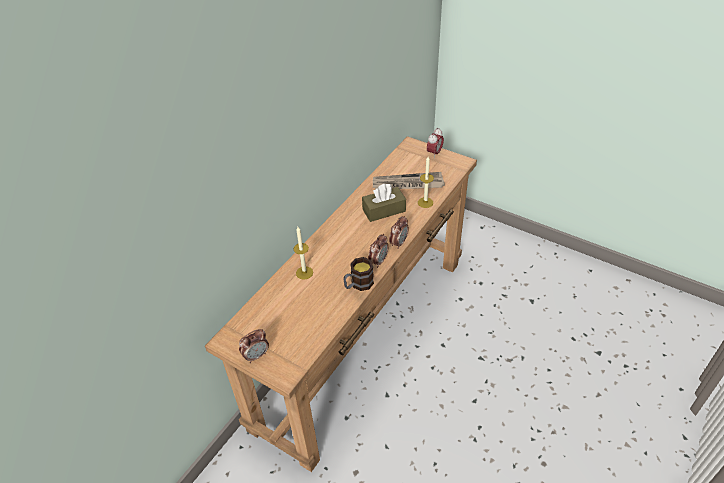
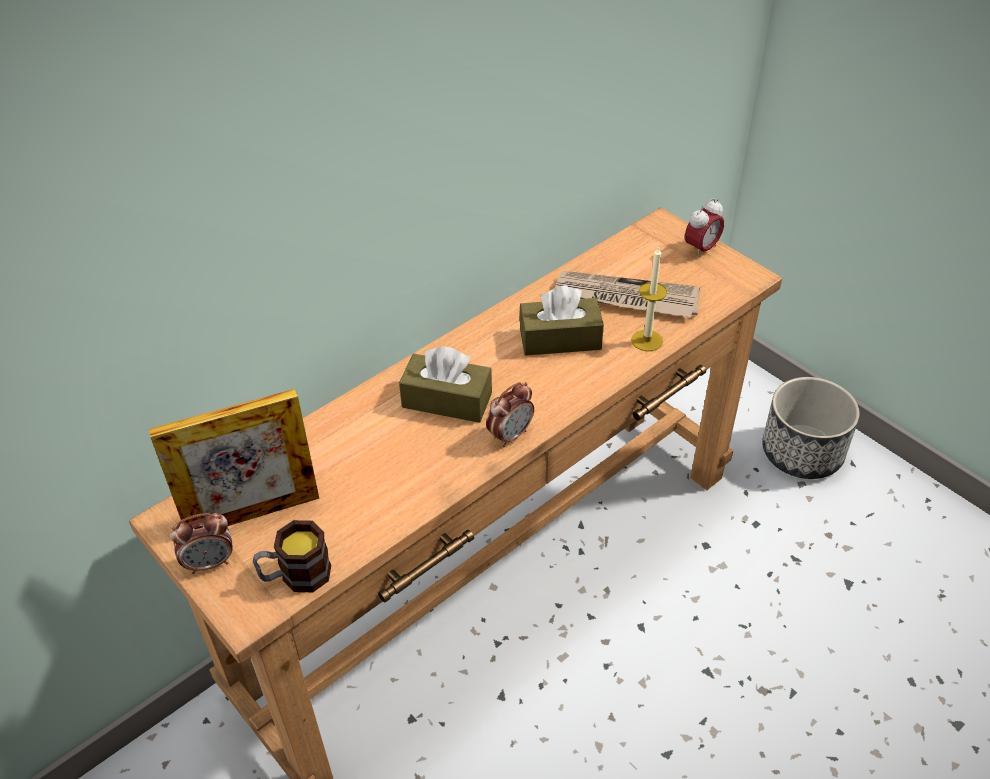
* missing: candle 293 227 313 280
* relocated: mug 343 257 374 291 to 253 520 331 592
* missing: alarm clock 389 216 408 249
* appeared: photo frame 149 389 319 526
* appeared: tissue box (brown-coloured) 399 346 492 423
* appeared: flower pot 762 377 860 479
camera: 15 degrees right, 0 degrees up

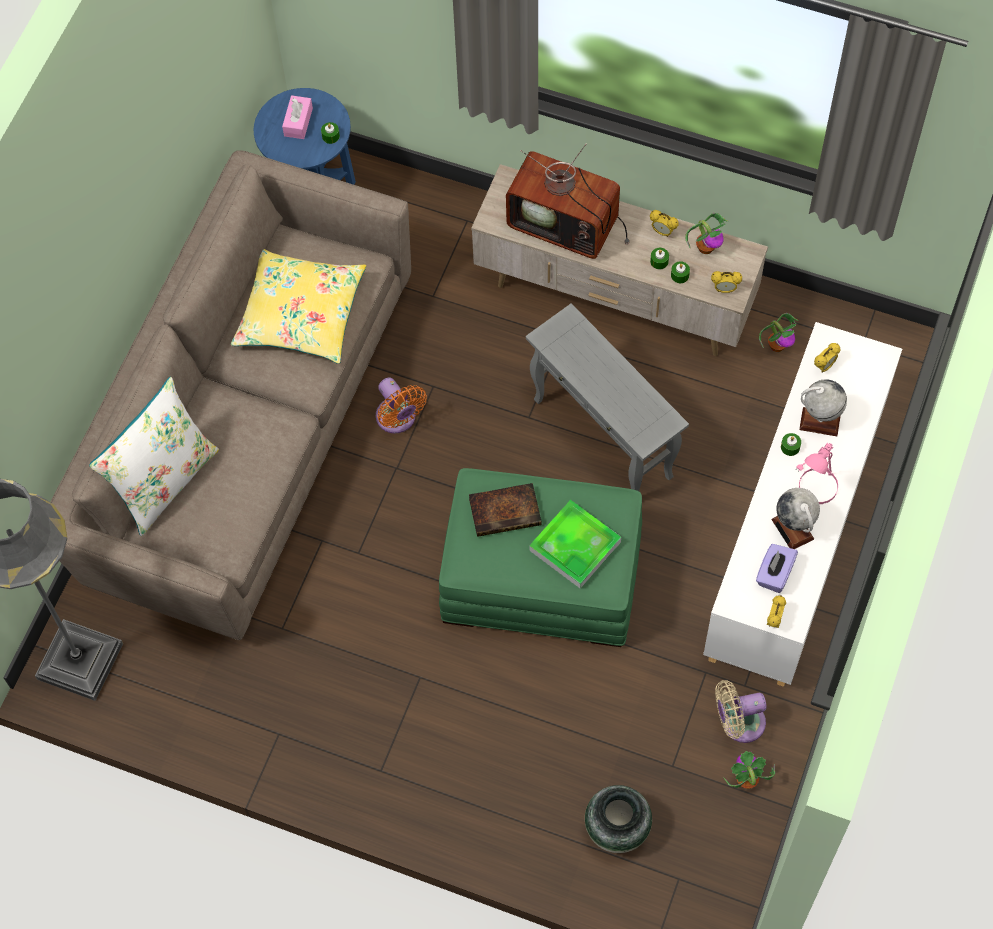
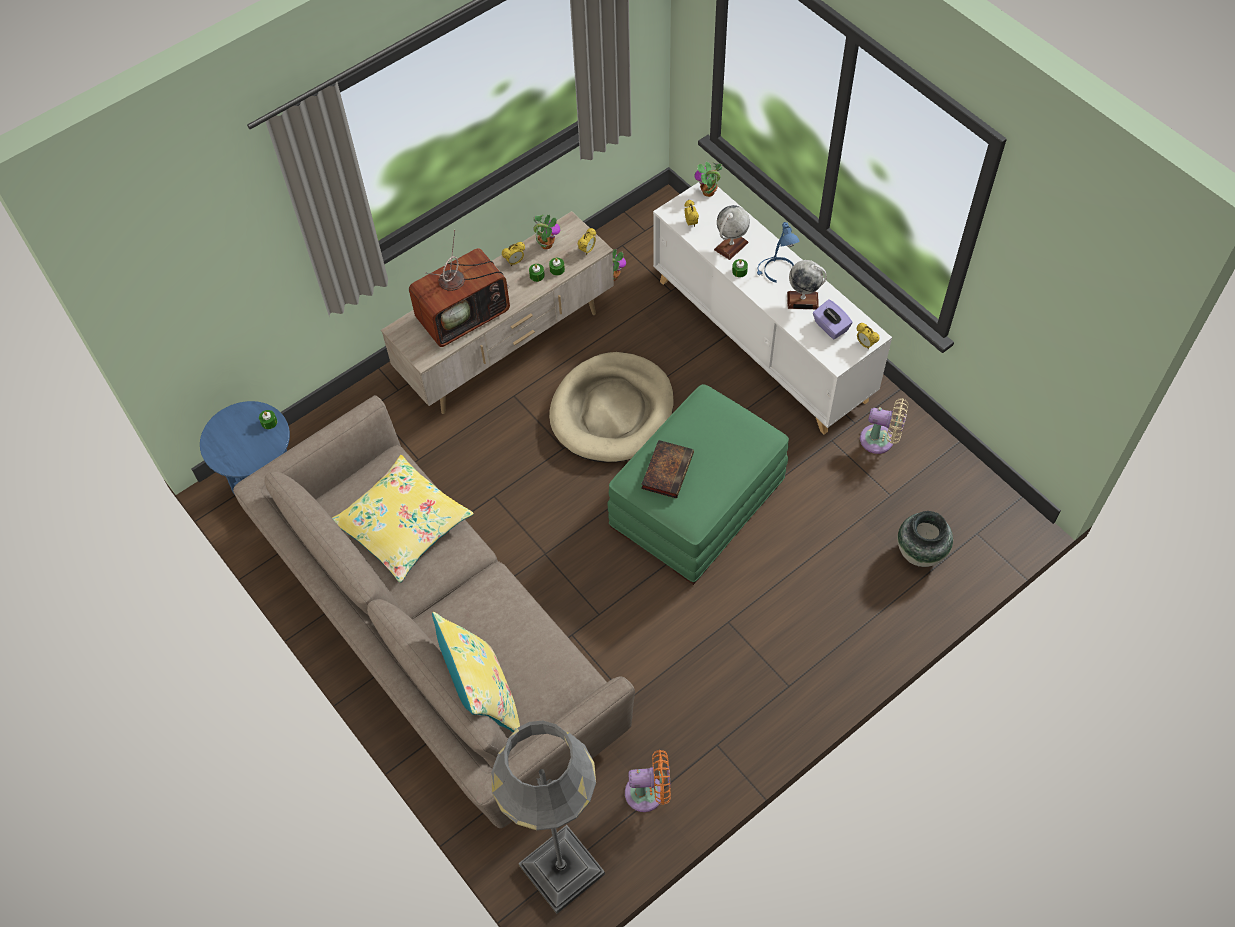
* colour: cushion (white-coloured) 89 377 219 536 to cushion (yellowish) 432 612 520 732
* missing: tissue box (pinkish) 282 95 313 139
* relocated: fan (orangey) 376 378 427 434 to 625 750 671 812
* exchanged: accent table (gray) 526 303 689 491 to dog bed (sand-coloured) 549 352 674 462
* missing: carrying tray 529 500 621 589
* spun: fan (sand-coloured) 715 680 767 743 = 860 398 908 454 90 degrees counterclockwise
* relocated: houseplant 723 751 775 789 to 694 161 722 197
* colour: tabletop lamp (pinkish) 796 443 838 504 to tabletop lamp (blue-coloured) 757 222 800 283
camera: 60 degrees left, 5 degrees down

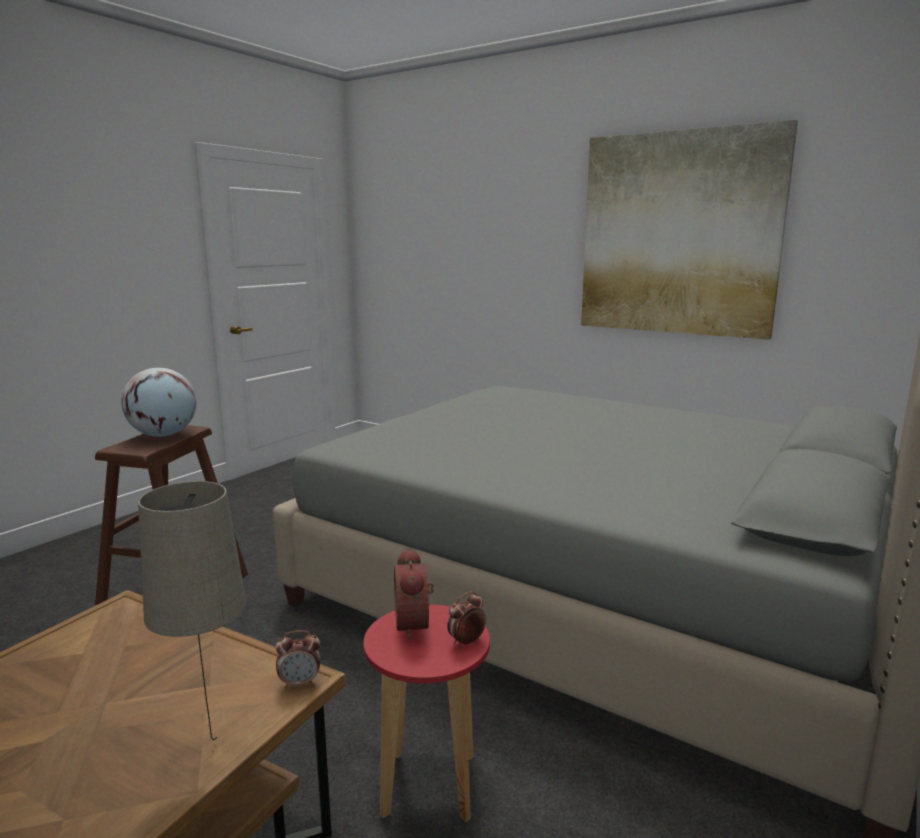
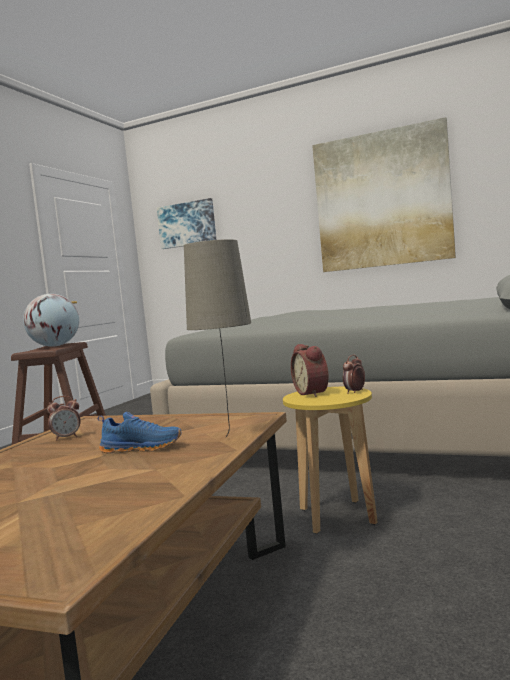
* relocated: alarm clock 276 630 320 689 to 47 396 81 440
* colour: stool (red) 363 605 490 822 to stool (yellowish) 283 387 378 534
* appeared: item of footwear (blue-coloured) 98 412 182 454
* appeared: picture 157 198 217 249
camera: 10 degrees left, 10 degrees down

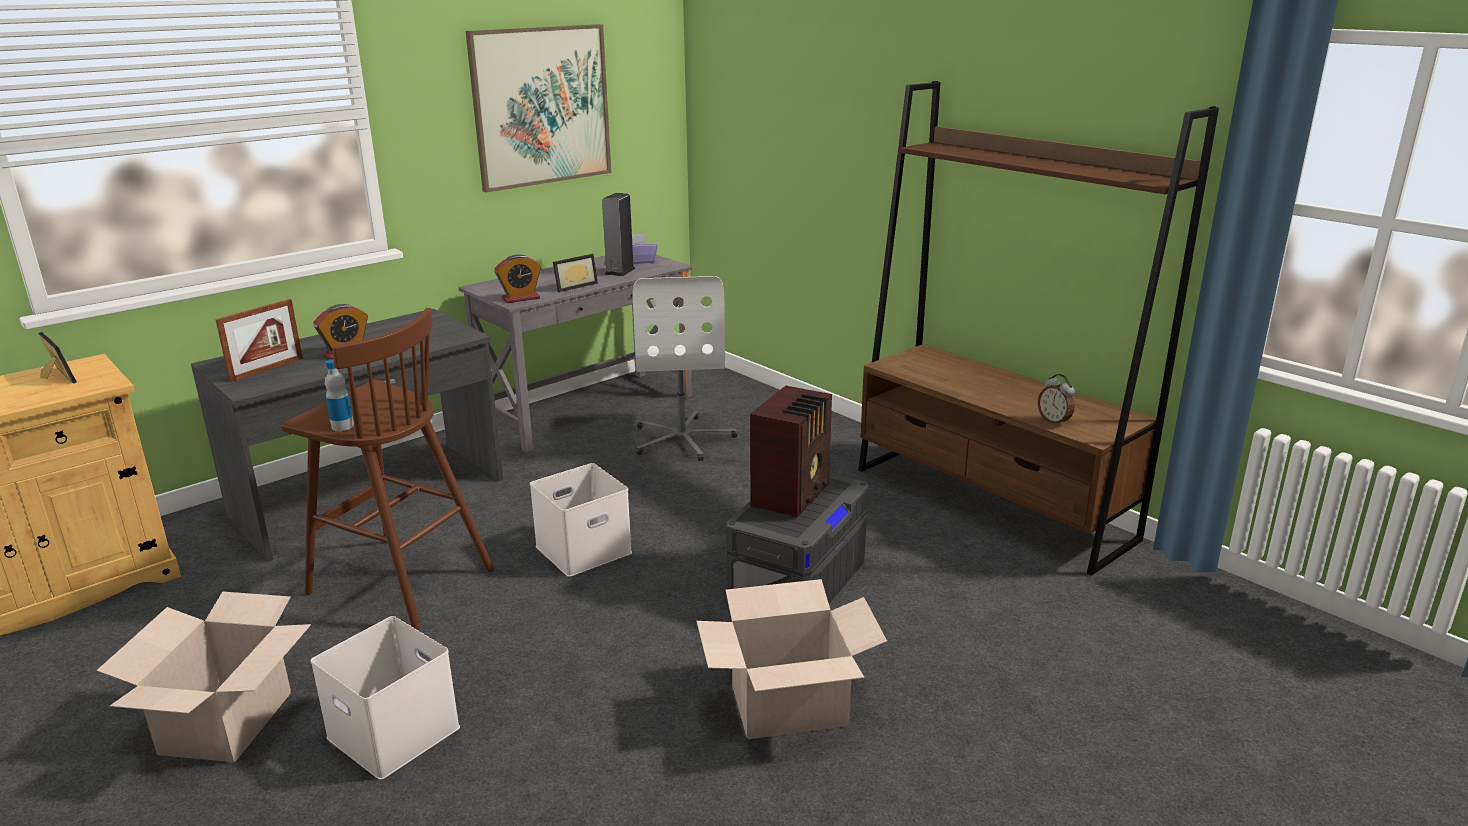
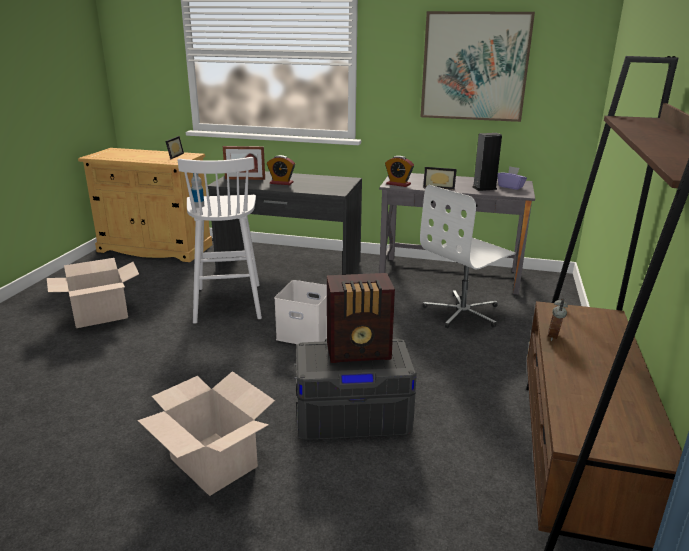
* colour: stool (brown-coloured) 281 308 494 630 to stool (white-coloured) 178 157 262 324
* missing: storage box (white-coloured) 311 616 460 780
* relocated: alarm clock 1038 374 1075 426 to 548 298 568 341
camera: 55 degrees right, 0 degrees up

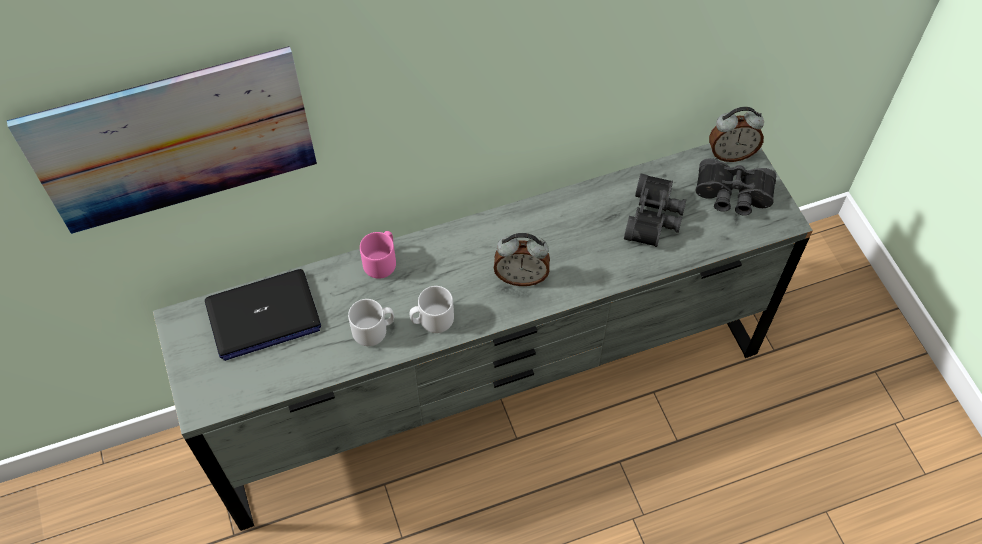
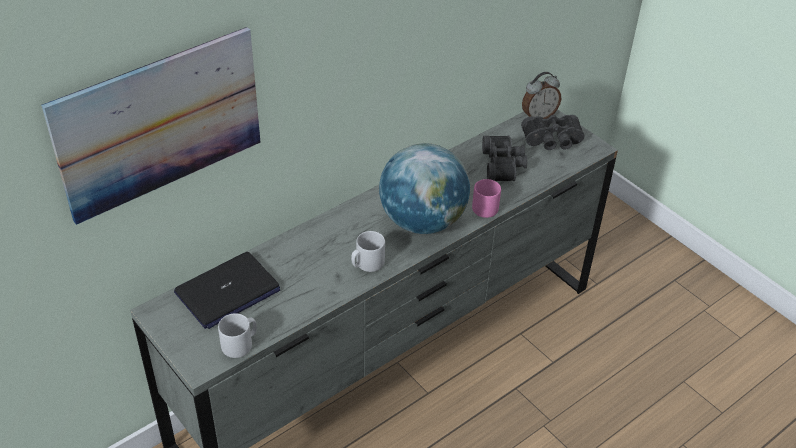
* relocated: mug (gray) 348 299 394 346 to 218 313 257 358
* relocated: mug (pinkish) 360 231 396 279 to 472 179 501 218
* exchanged: alarm clock 494 233 550 286 to world globe 379 143 470 234
camera: 20 degrees left, 15 degrees down

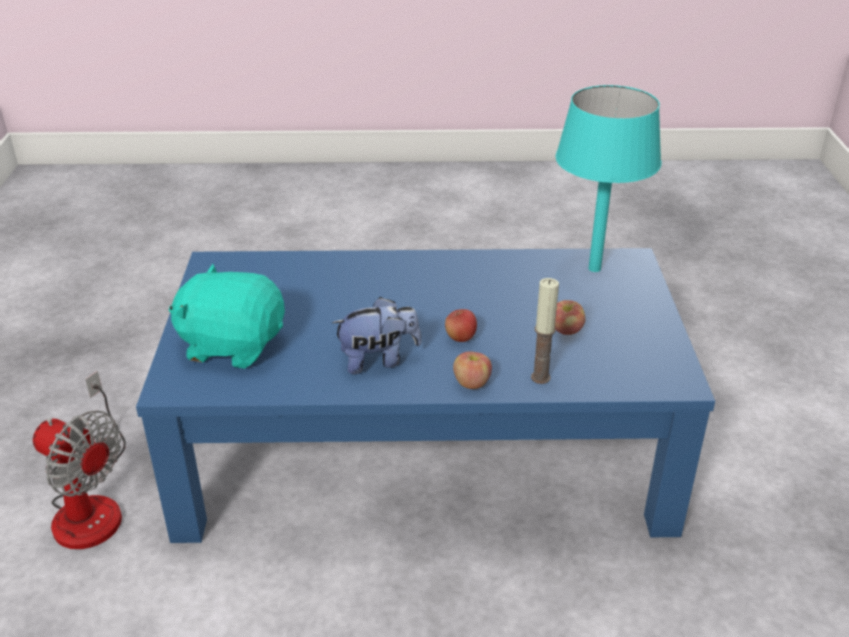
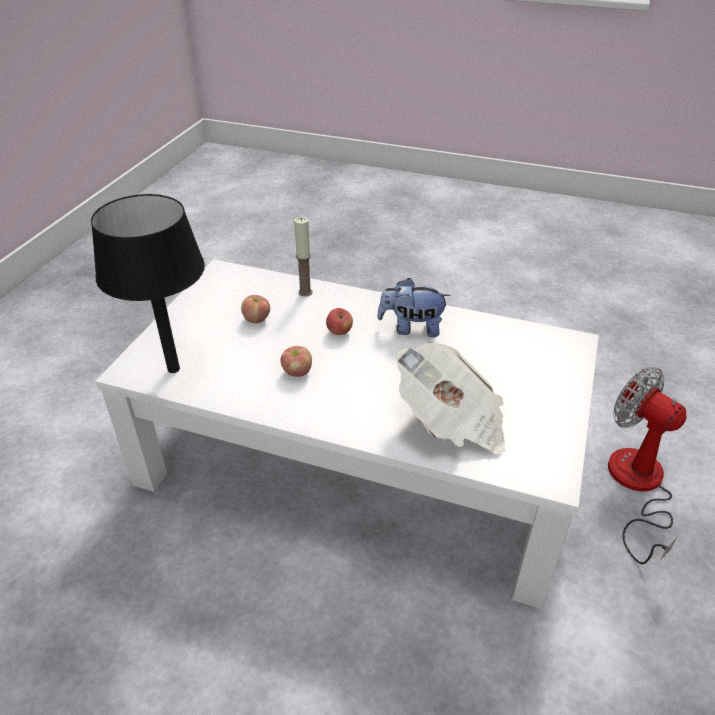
* colour: coffee table (blue-coloured) 136 248 715 543 to coffee table (white-coloured) 95 259 599 609
* missing: plush toy (turquoise) 169 264 285 369
* relocated: whole apple 453 351 492 389 to 281 346 312 377
* colour: tabletop lamp (turquoise) 555 85 661 272 to tabletop lamp (black) 91 194 205 373
* appeared: daily paper 396 343 505 453
camera: 160 degrees left, 5 degrees up

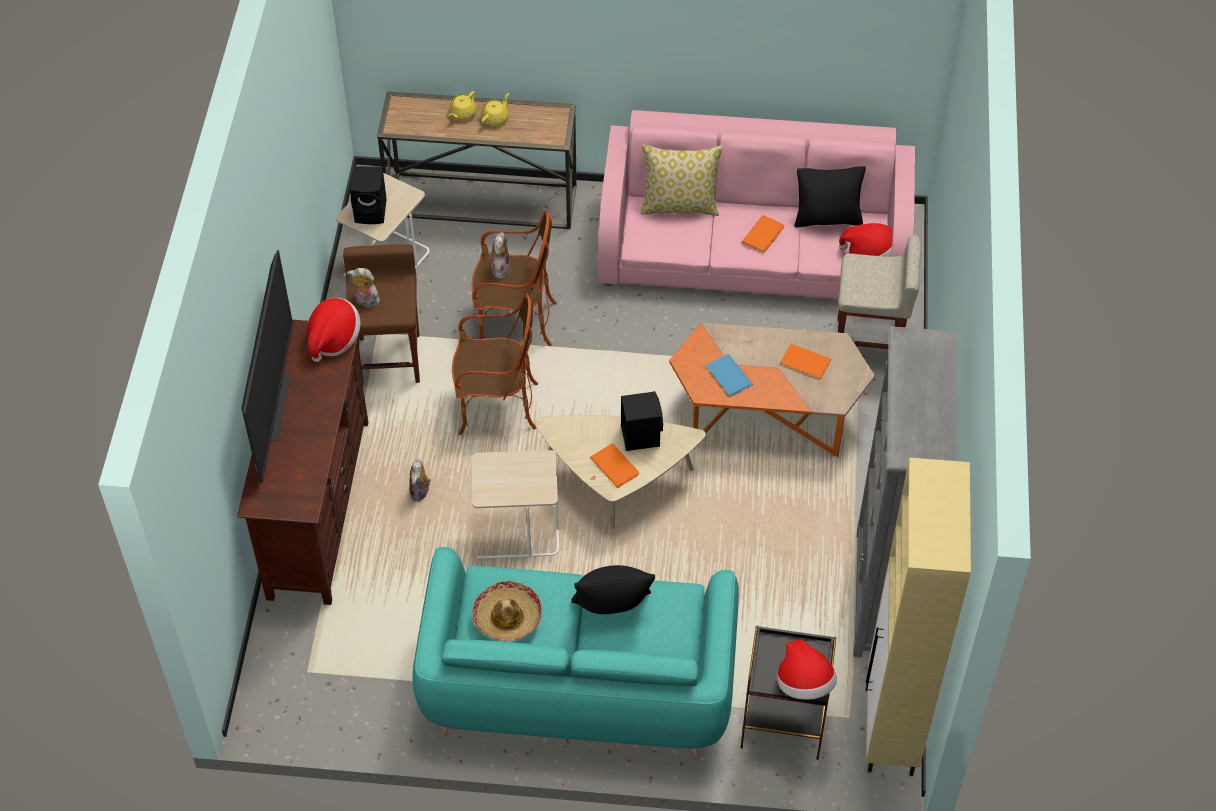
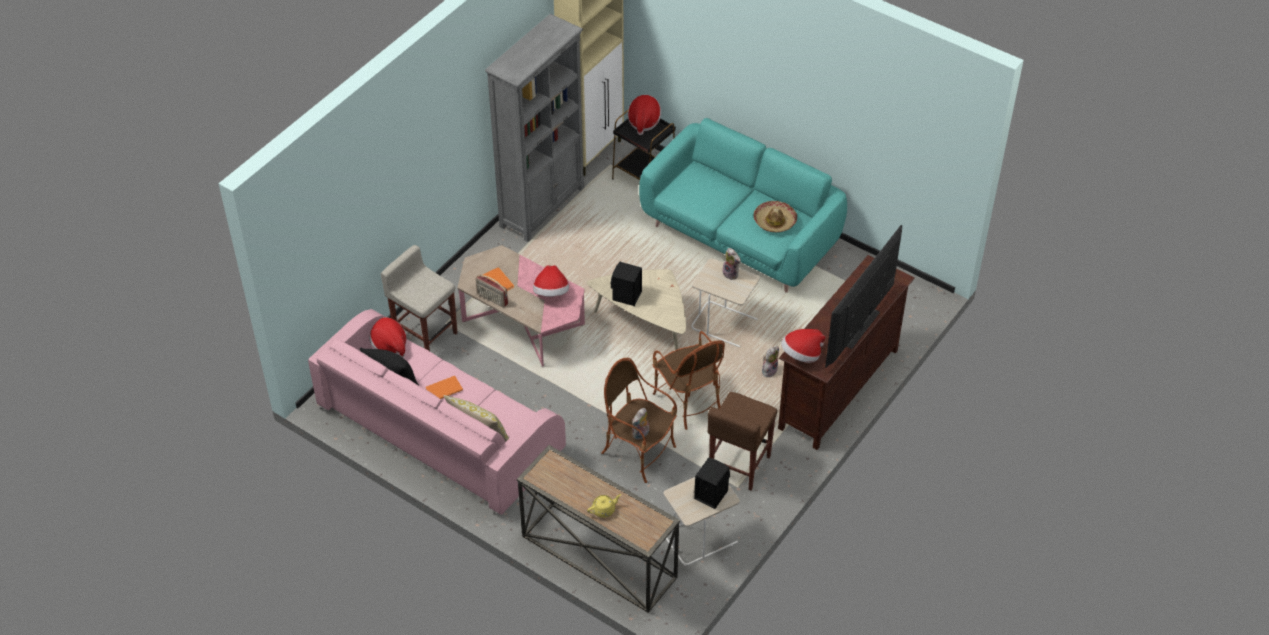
* relocated: plush toy 347 268 380 307 to 722 248 741 280
* spun: armchair 452 294 538 435 = 653 331 725 430 150 degrees counterclockwise
* missing: tea pot (yellowish) 481 93 509 126
* missing: cushion (black) 571 565 655 614
* missing: volume (orangey) 590 443 639 488
* colour: coffee table (orangey) 669 322 875 457 to coffee table (pinkish) 457 245 585 367
* exchanged: volume (blue-coloured) 707 354 753 397 to wearable hat 533 265 569 297
* appeared: radio set 476 275 508 308
camera: 150 degrees left, 5 degrees down

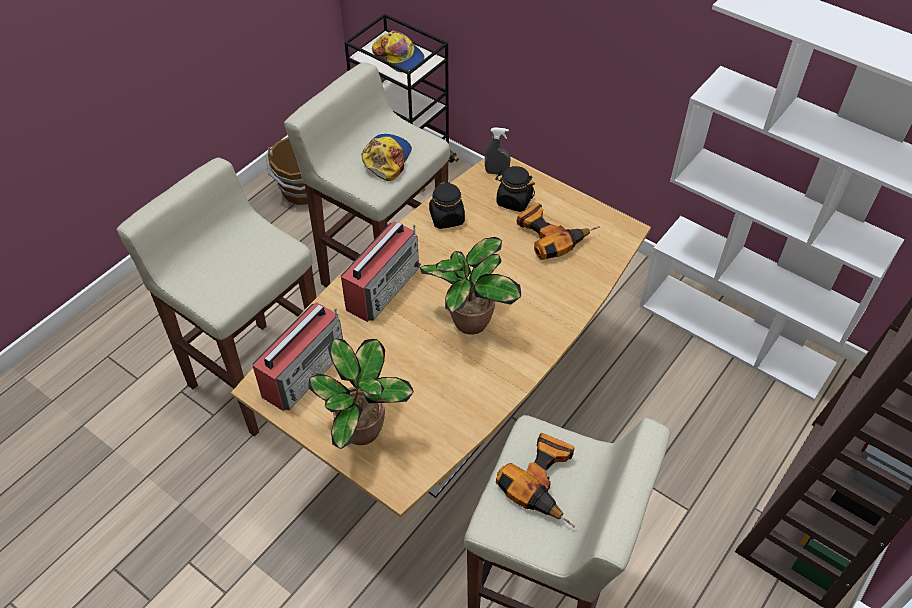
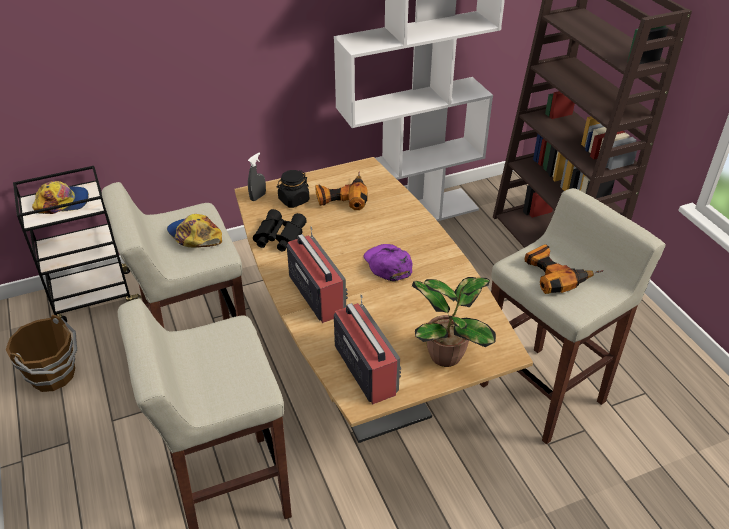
* exchanged: houseplant 420 237 521 334 to cap (purple) 364 244 412 281
* exchanged: storage jar (black) 429 181 465 229 to binoculars (black) 253 209 307 252
camera: 60 degrees left, 10 degrees down

